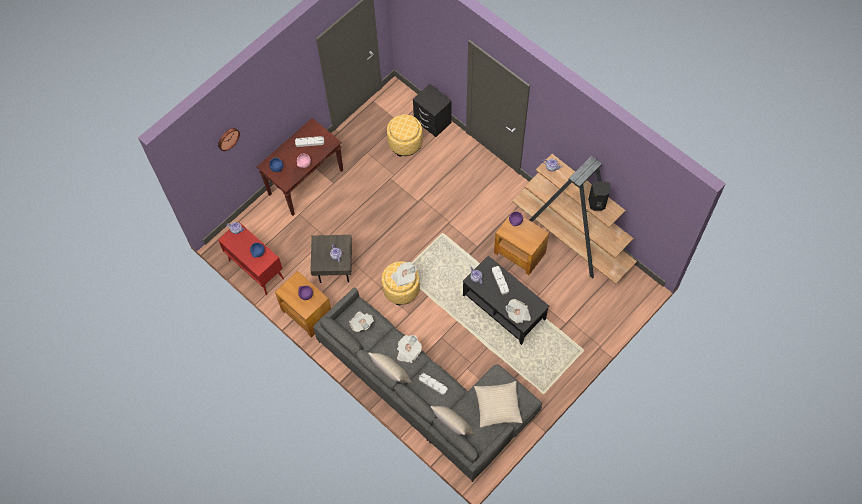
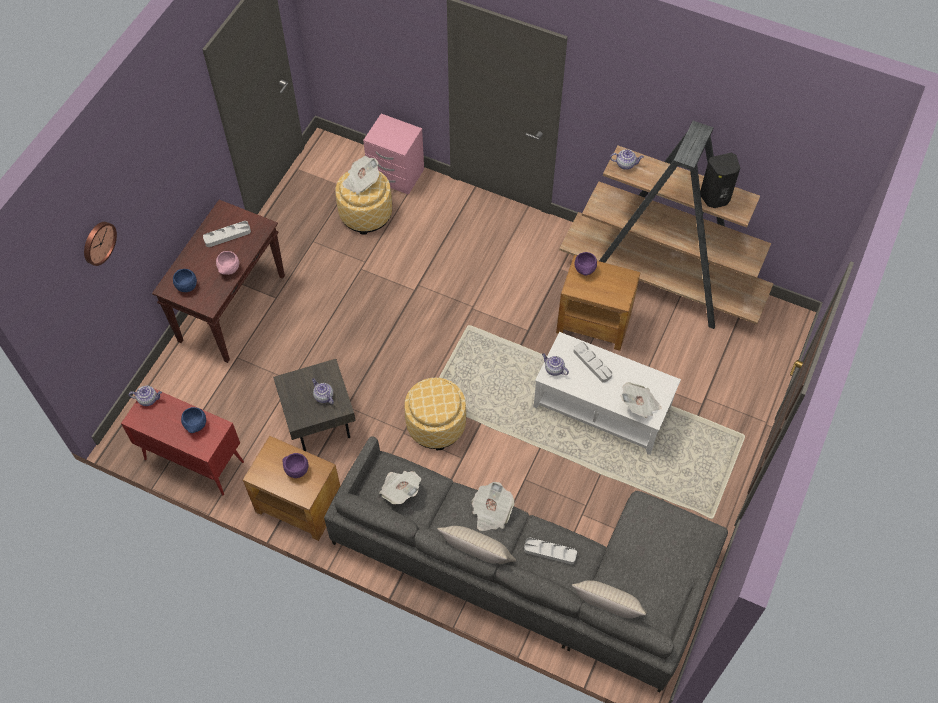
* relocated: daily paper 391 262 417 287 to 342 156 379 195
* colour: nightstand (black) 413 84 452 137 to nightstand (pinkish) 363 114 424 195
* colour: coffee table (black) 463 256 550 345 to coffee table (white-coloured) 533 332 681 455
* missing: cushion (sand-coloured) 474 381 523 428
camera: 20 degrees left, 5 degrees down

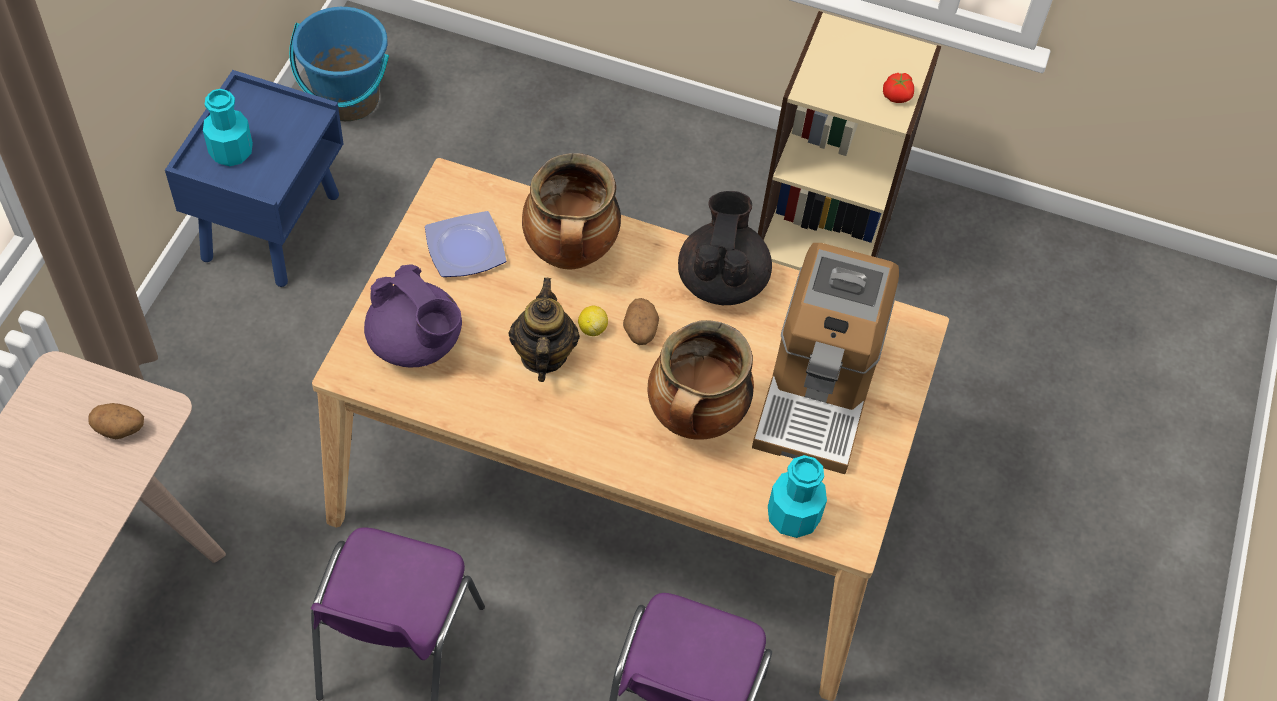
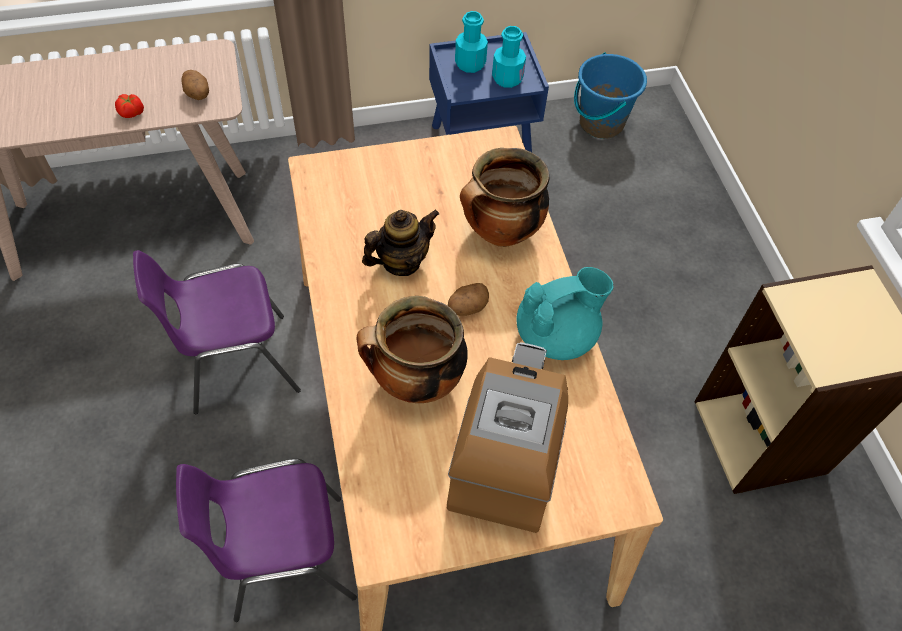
* missing: tea pot (purple) 364 265 462 367
* missing: plate 425 211 506 277
* missing: citrus fruit 578 306 608 336
* colour: tea pot (black) 678 191 772 305 to tea pot (turquoise) 516 267 614 360
* spun: coffee brewer 752 243 899 474 = 447 342 568 533 120 degrees clockwise
* relocated: drink bottle (turquoise) 768 455 827 538 to 492 26 526 88
* relocated: whole tomato 883 73 914 103 to 115 94 144 118
camera: 60 degrees right, 0 degrees up

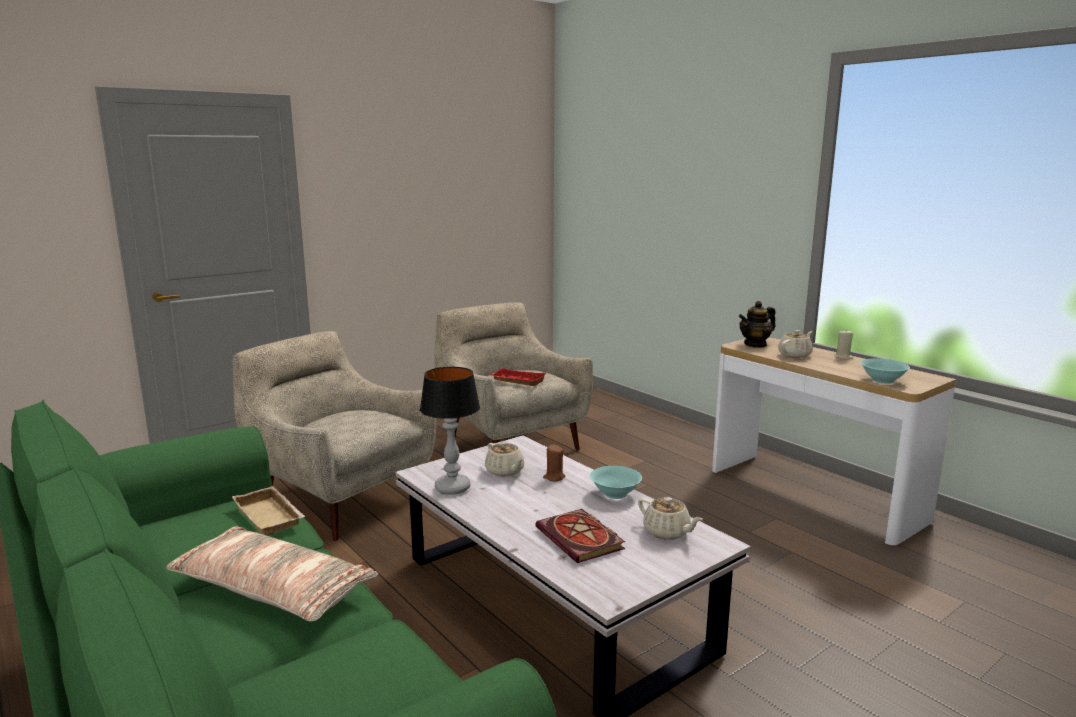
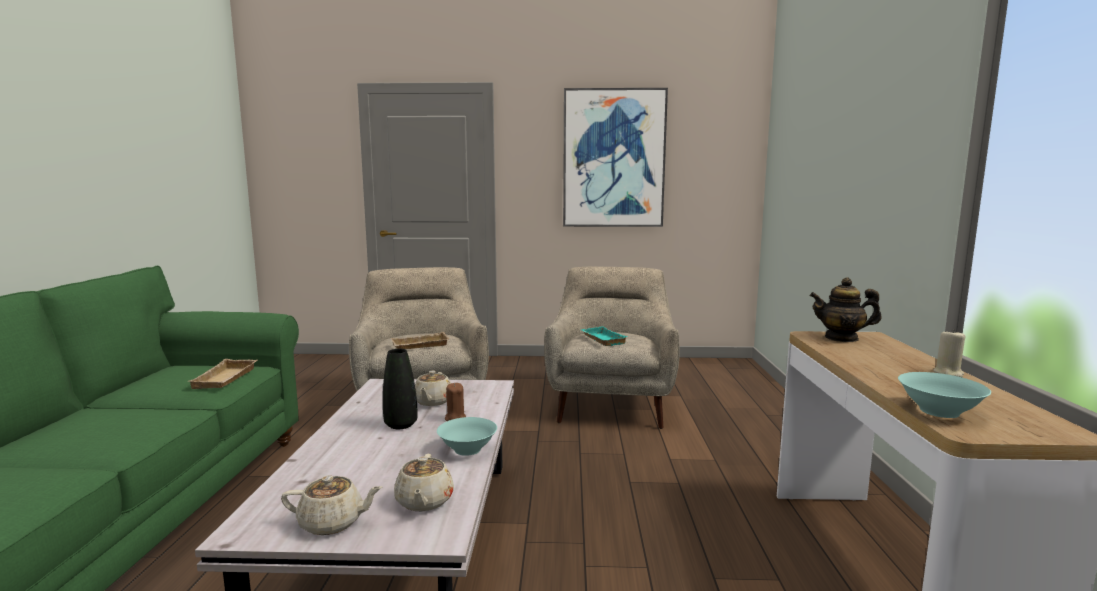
* missing: cushion 166 526 378 621
* missing: tabletop lamp 420 367 480 495
* colour: carrying tray (red) 490 368 546 386 to carrying tray (turquoise) 581 326 629 346
* missing: volume 535 509 625 563
* relocated: tea pot (sand-coloured) 778 330 813 358 to 281 475 383 535
* appeared: decorative vase (black) 383 349 418 429
* appeared: carrying tray (sand-coloured) 391 332 449 349
* appeared: picture 563 88 668 227
camera: 40 degrees right, 5 degrees down

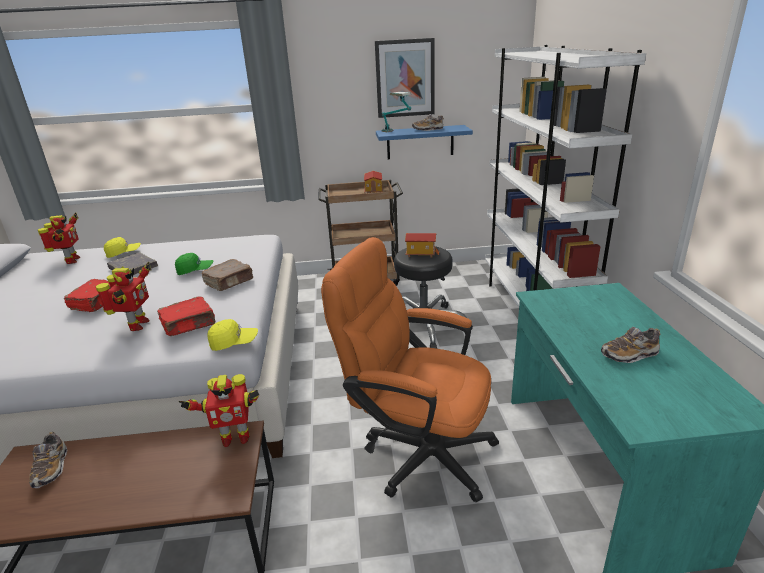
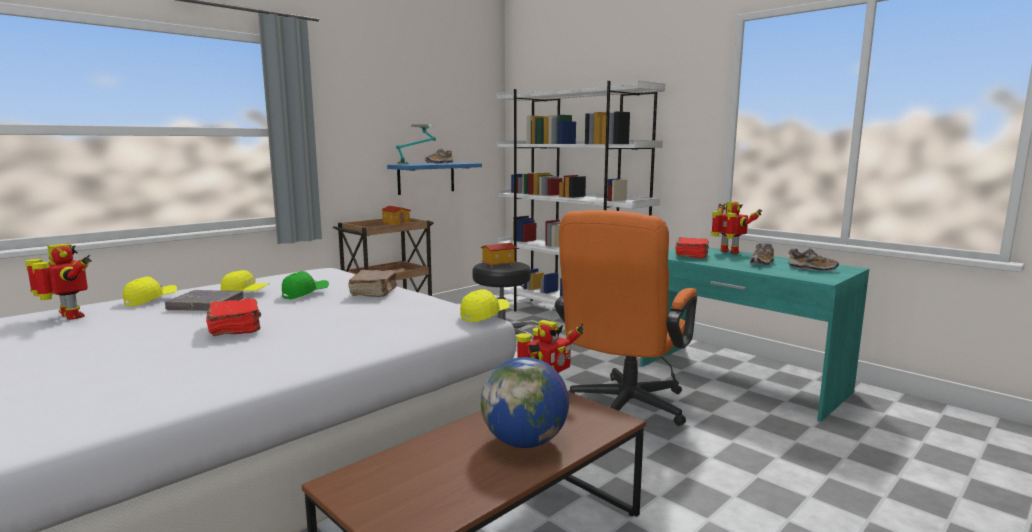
* relocated: item of footwear 29 432 67 488 to 788 248 839 272
* relocated: toy robot 96 262 152 331 to 711 202 762 254
* relocated: volume (red) 157 297 215 336 to 675 237 709 258
* spun: desk chair (orangey) 321 237 499 502 = 555 210 697 426 45 degrees counterclockwise
* missing: picture 375 38 434 118
* appeared: cap (yellowish) 221 270 270 291
* appeared: world globe 481 357 569 448
camera: 40 degrees left, 15 degrees down

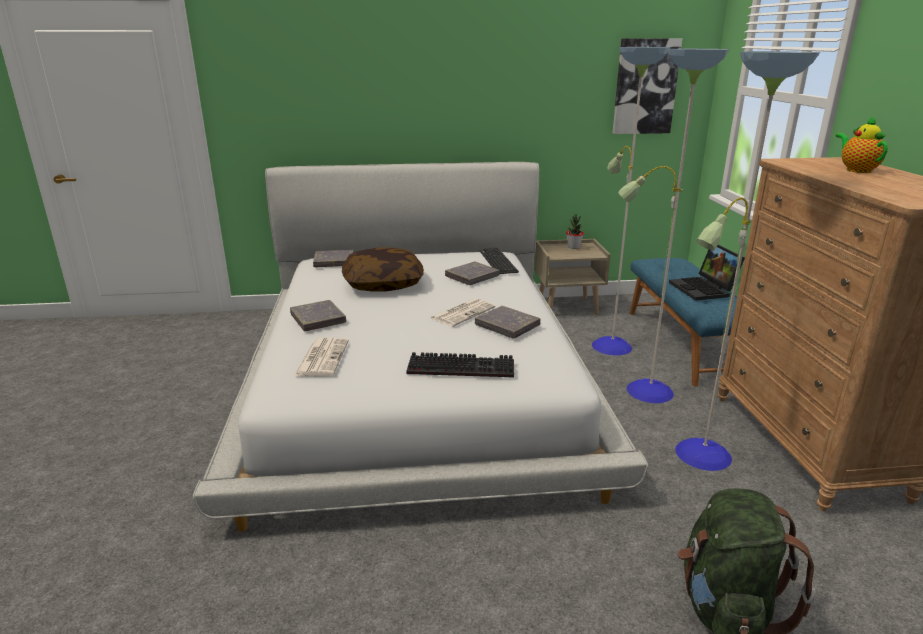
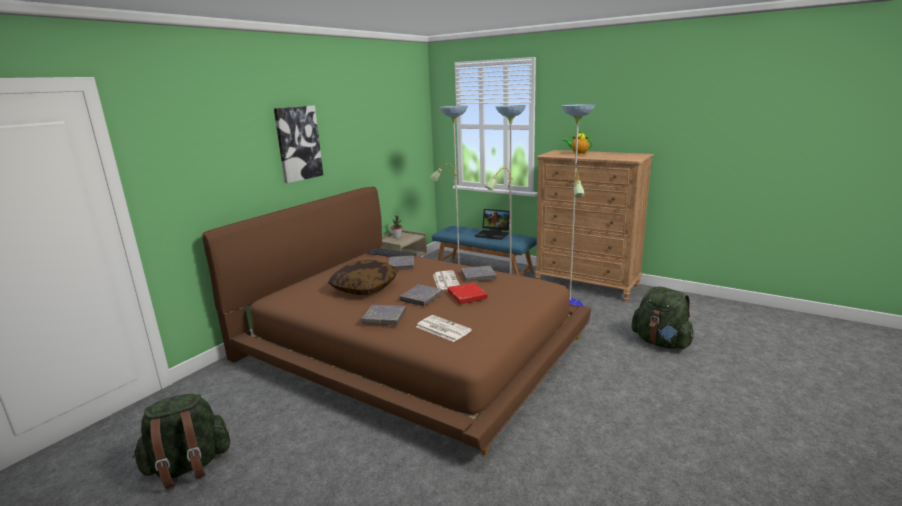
* colour: bedroom bed (white-coloured) 193 162 648 532 to bedroom bed (brown-coloured) 202 186 591 455
* relocated: volume (gray) 313 250 354 268 to 400 284 443 306
* missing: PC keyboard 406 352 514 378
* relocated: picture 613 39 682 134 to 274 106 323 183
* appeared: backpack (greenish) 132 394 230 489
* appeared: volume (red) 448 283 488 304
camera: 50 degrees left, 5 degrees down

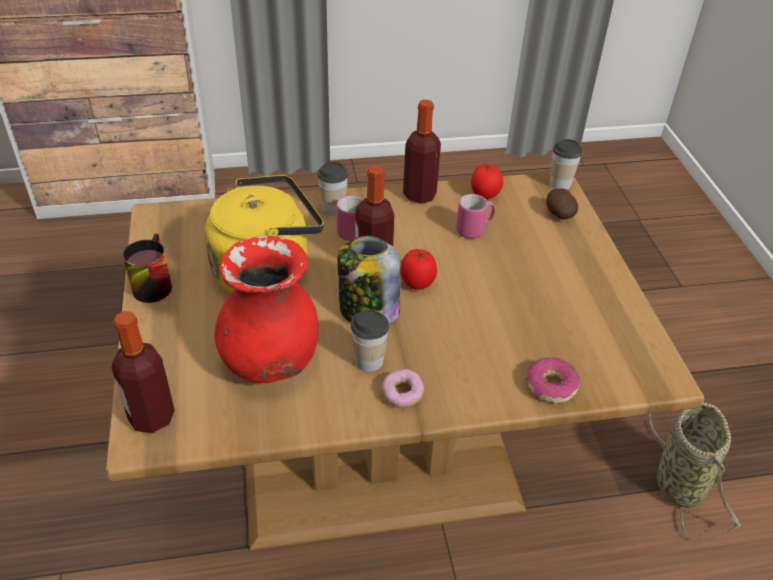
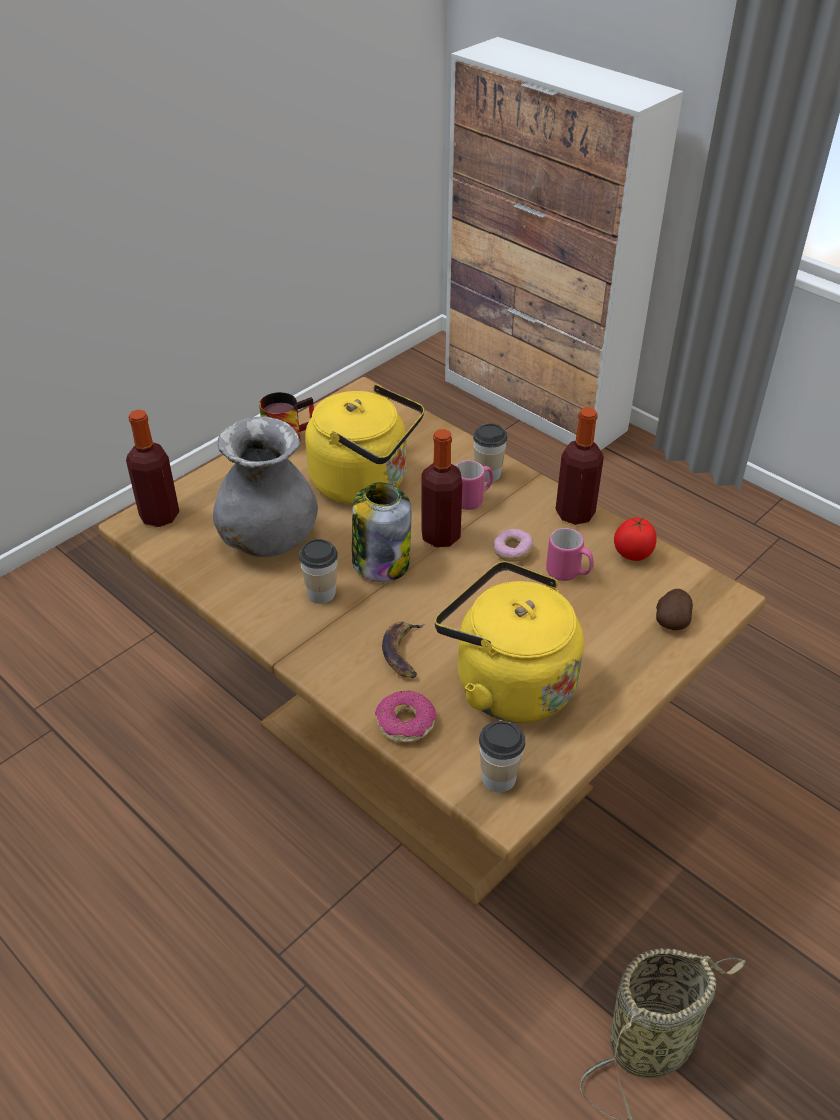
* colour: decorative vase (red) 215 236 319 383 to decorative vase (gray) 213 416 318 557
* relocated: doughnut 382 369 424 408 to 493 529 534 562
* missing: whole tomato 400 249 437 290
* relocated: drinking cup 549 139 582 190 to 479 721 525 793
* appeared: banana 382 622 424 678
* appeared: kettle (yellowish) 435 561 584 723
camera: 55 degrees right, 0 degrees up

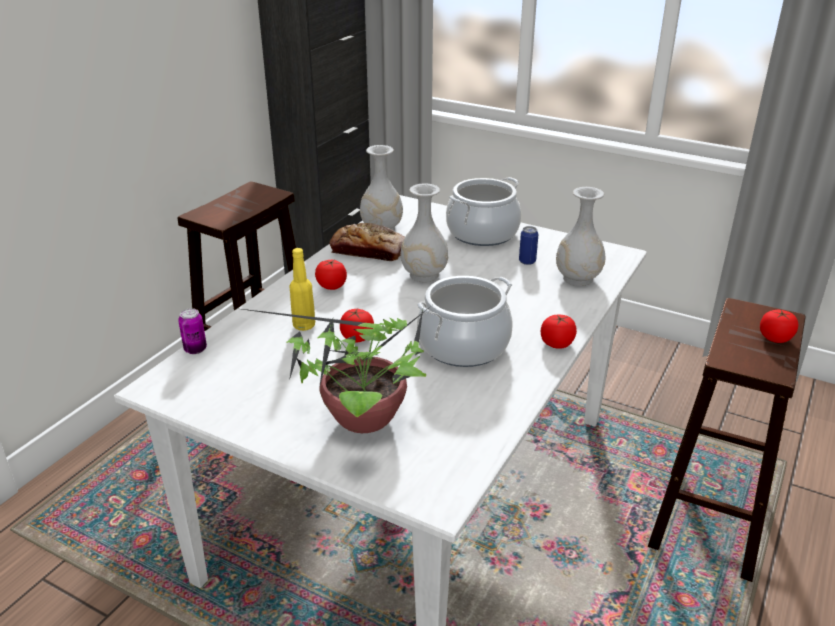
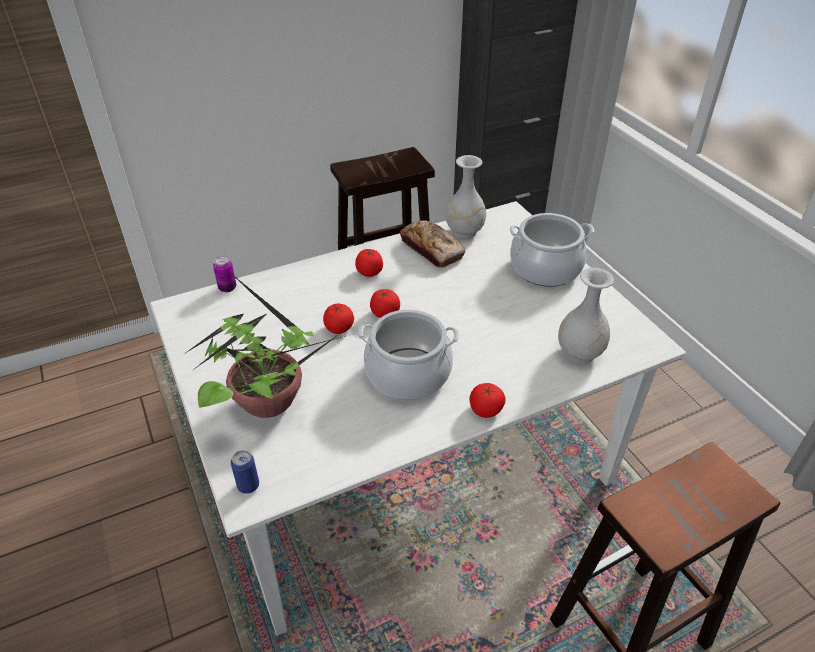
* missing: drink bottle (yellowish) 289 248 315 331
* missing: decorative vase (white-coloured) 400 183 448 282
* relocated: can 519 226 538 265 to 231 450 259 494
* relocated: whole tomato 760 310 798 343 to 370 289 400 318
camera: 35 degrees right, 10 degrees up

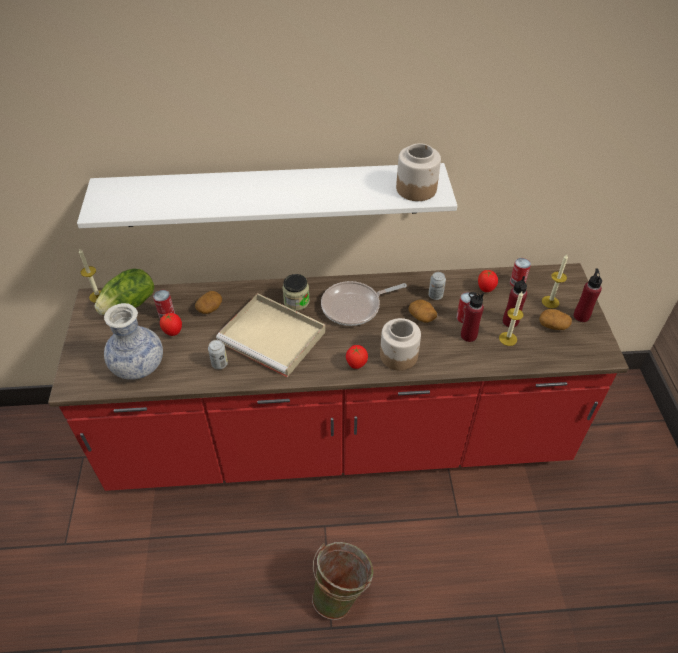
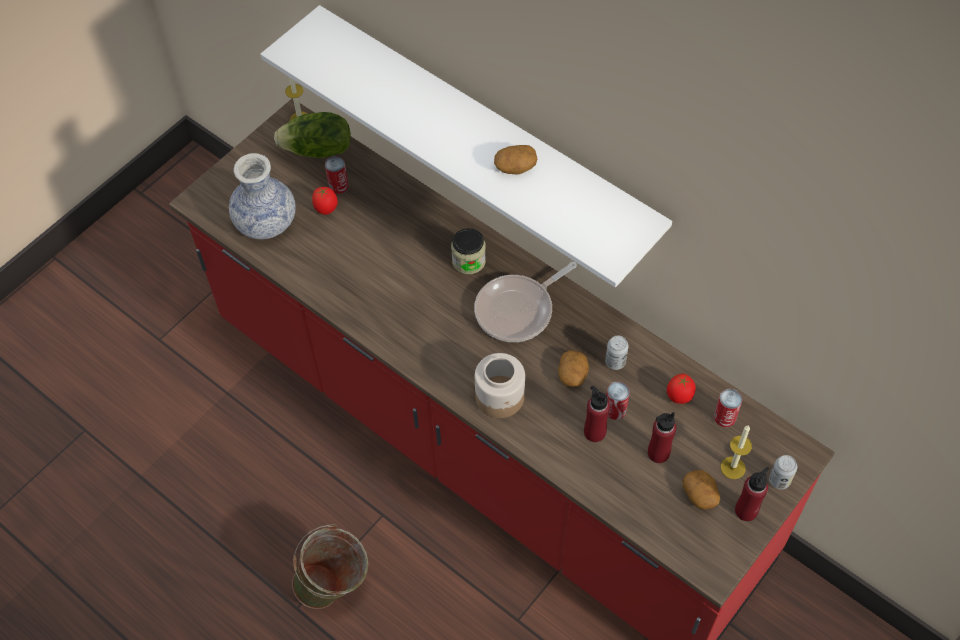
* relocated: spud 195 291 222 314 to 494 145 537 175
* relocated: can 208 340 228 369 to 769 455 797 489
* missing: carrying tray (sand-coloured) 216 293 325 377
* spun: frying pan 321 281 407 326 = 474 262 577 342 60 degrees counterclockwise
* missing: whole tomato 346 345 368 369
* missing: storage jar 396 143 441 201
* missing: candle 499 292 524 346
camera: 45 degrees right, 10 degrees up

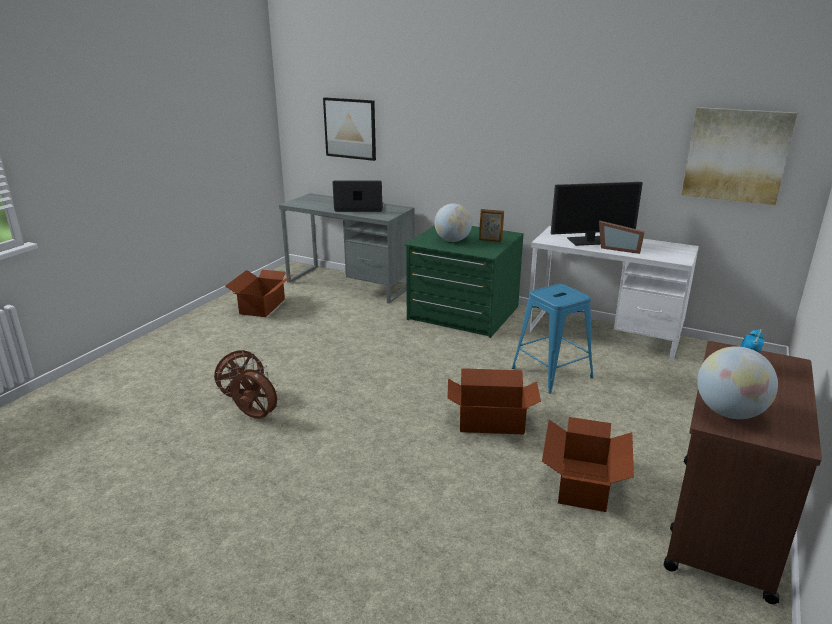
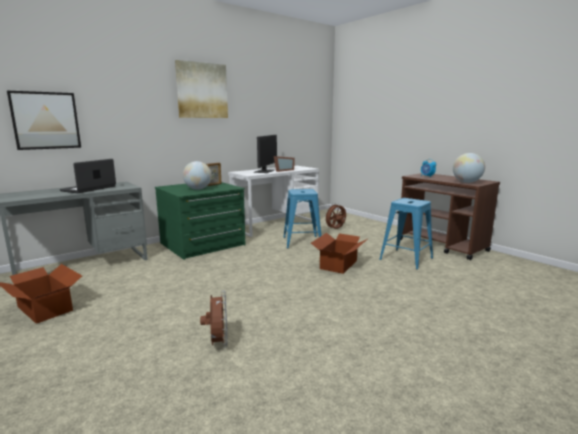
* relocated: fan (brown-coloured) 230 365 282 419 to 325 203 346 229
* exchanged: packing box 542 417 634 512 to stool (blue-coloured) 379 198 433 270
* relocated: picture 682 107 797 205 to 175 60 228 118
camera: 65 degrees left, 10 degrees down

